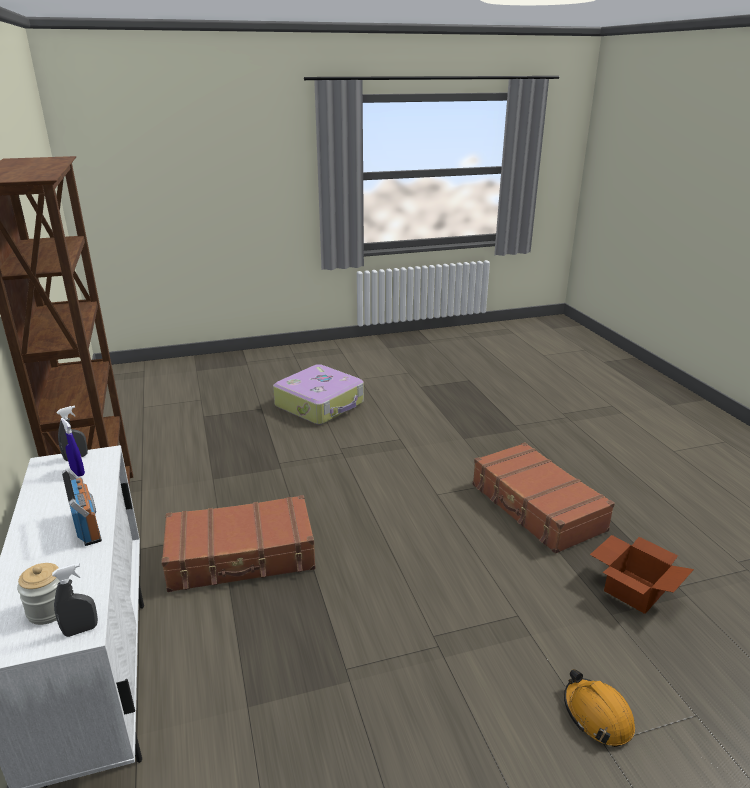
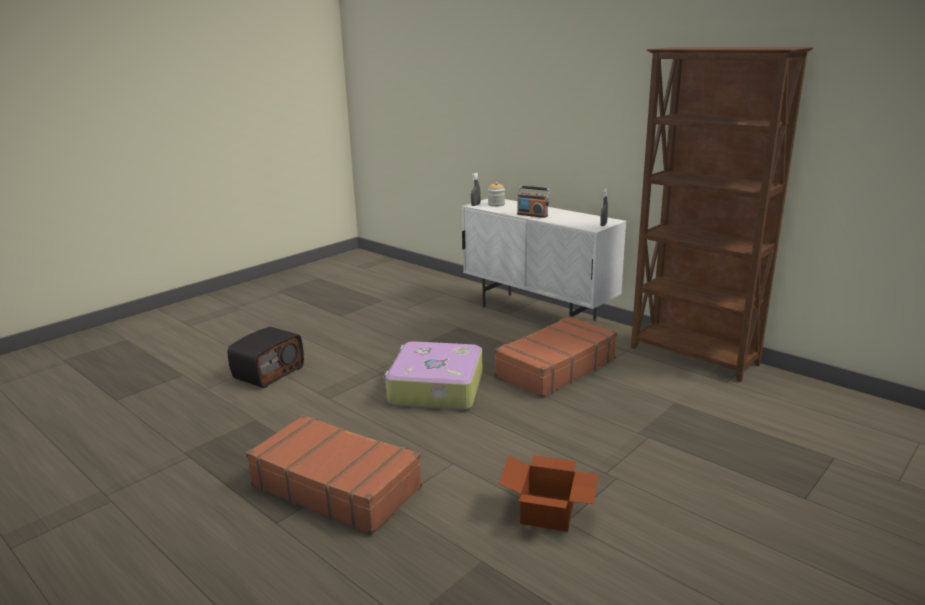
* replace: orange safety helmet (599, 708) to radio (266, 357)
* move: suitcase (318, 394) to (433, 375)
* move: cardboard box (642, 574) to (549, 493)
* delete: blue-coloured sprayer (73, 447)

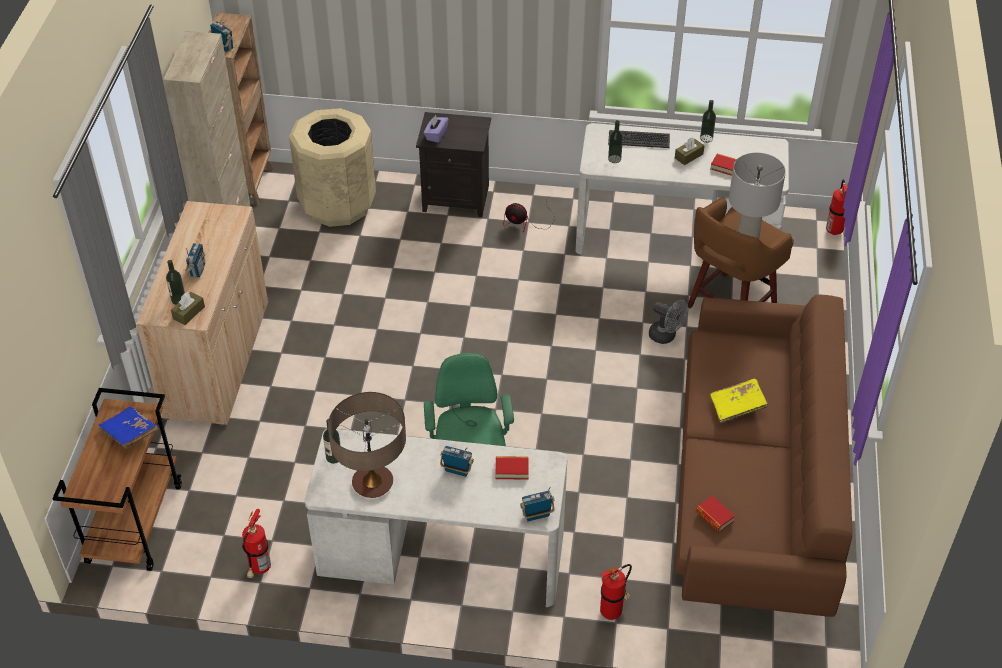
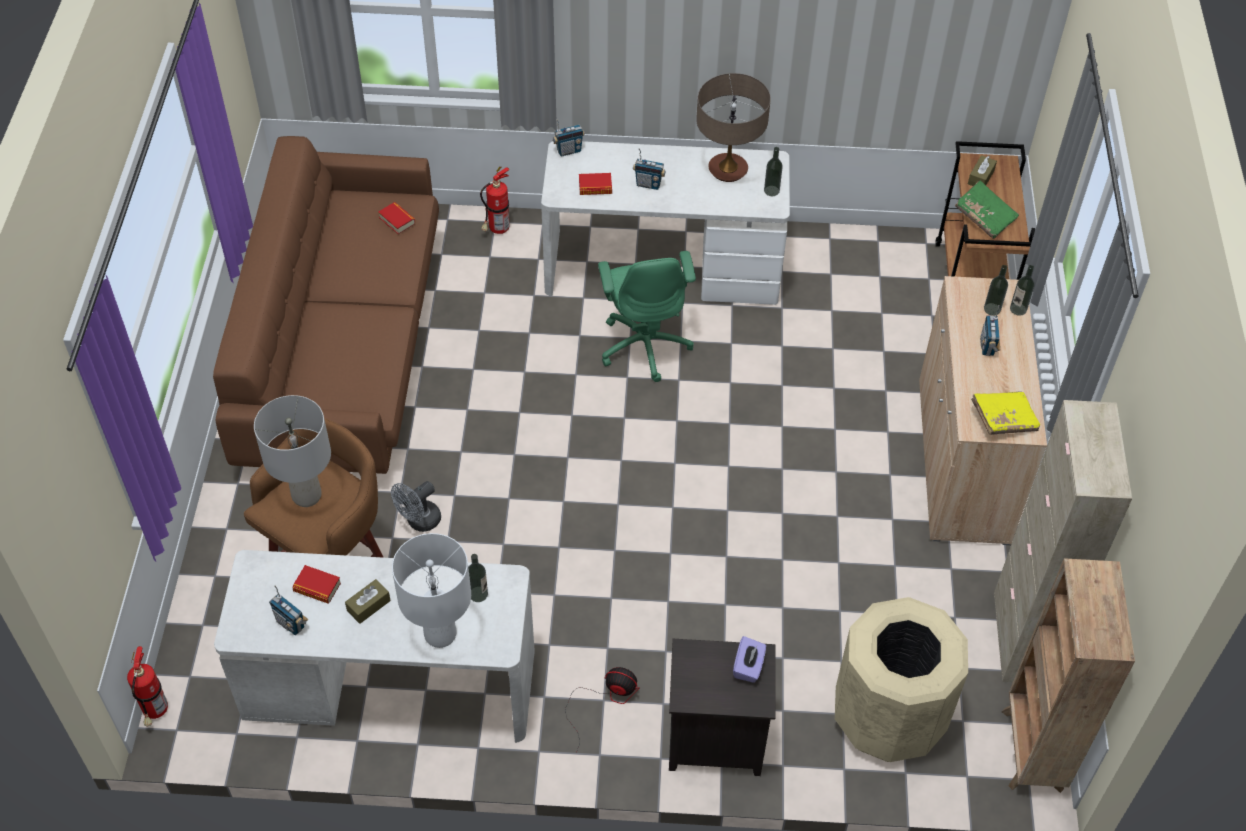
* move: radio (221, 36) to (288, 610)
* rotate: gray electric fan (668, 322) = (416, 506) 75 degrees counterclockwise
* replace: computer keyboard (639, 139) to white-coloured lamp for a table (431, 590)
* recolor: blue-coloured volume (128, 428) to green-coloured volume (987, 209)
* move: brown tissue box (188, 308) to (982, 170)
* move: yellowish volume (739, 401) to (1005, 413)
* move: drink bottle (708, 121) to (1022, 290)
* delete: fire extinguisher (256, 543)

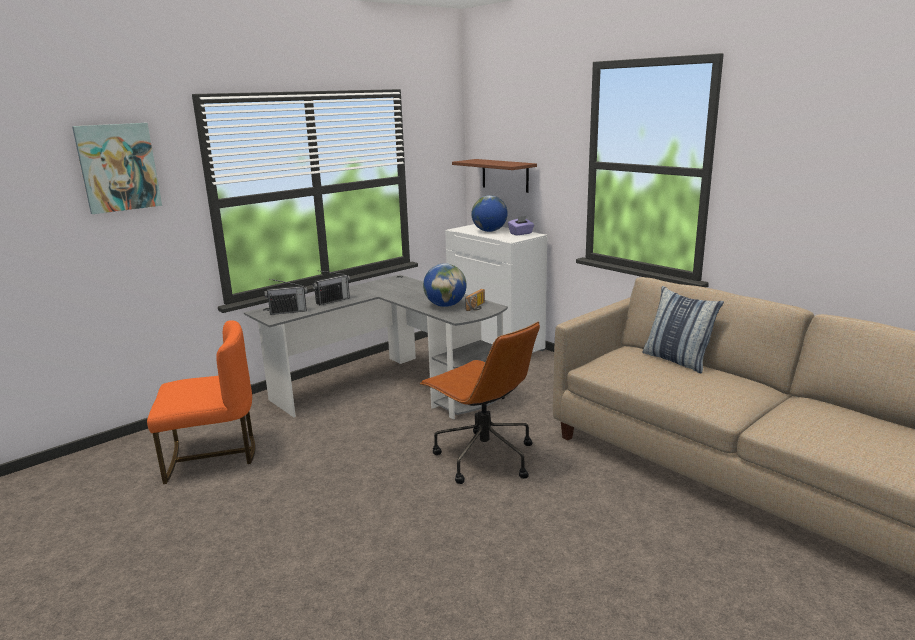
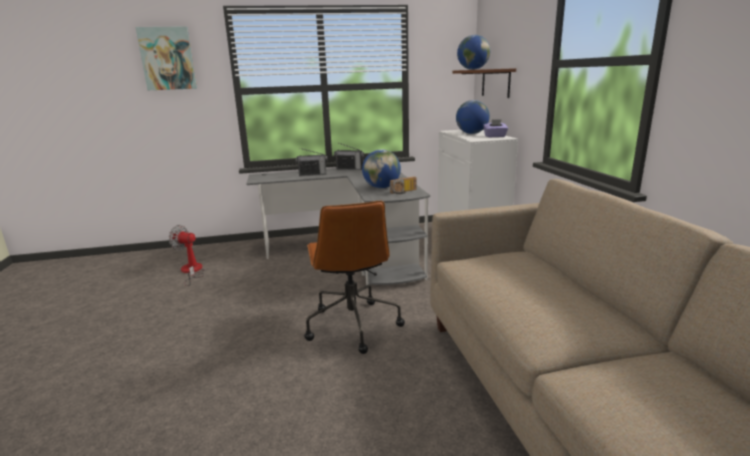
* replace: orange chair (201, 402) to electric fan (187, 255)
* move: radio (286, 297) to (349, 156)
* insert: globe (473, 52)
* delete: cushion (683, 330)

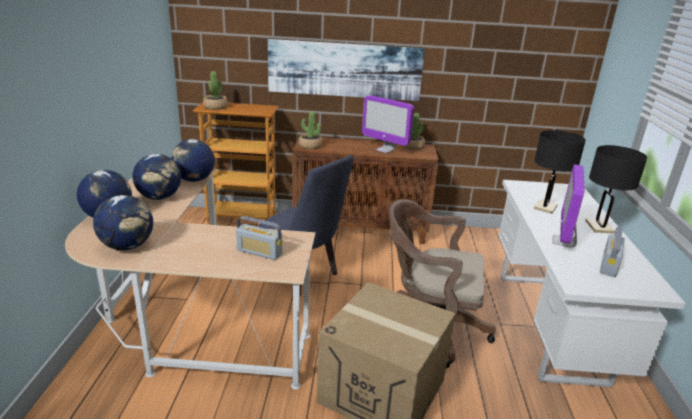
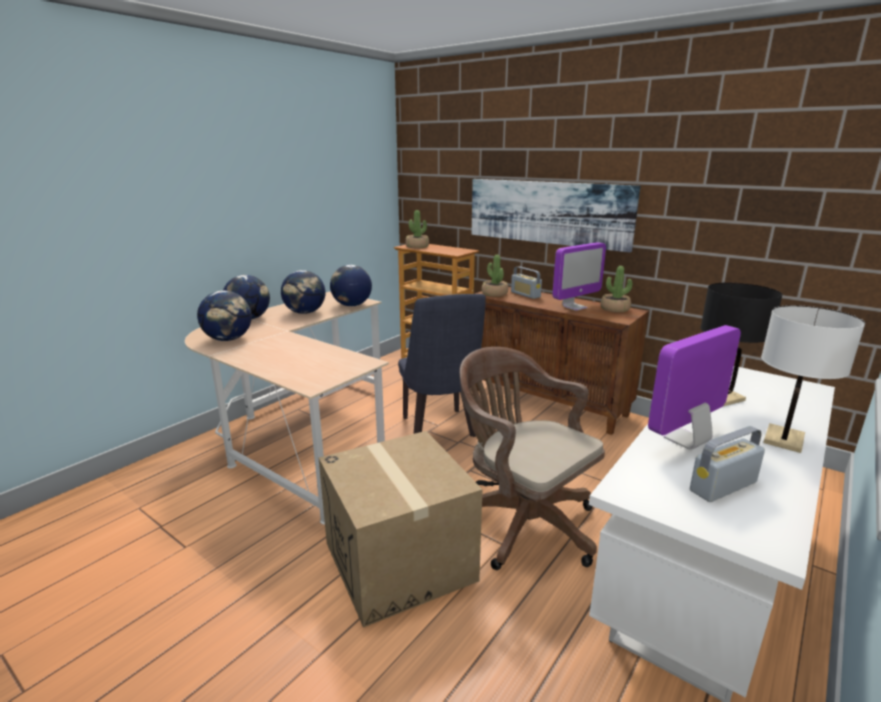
* move: radio (259, 238) to (526, 282)
* rotate: computer display (388, 124) = (579, 276) 105 degrees counterclockwise
* recolor: blackish lamp for a table (616, 189) to white-coloured lamp for a table (813, 379)

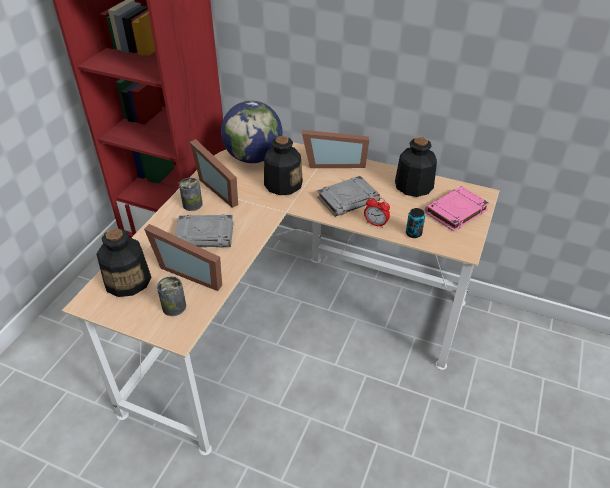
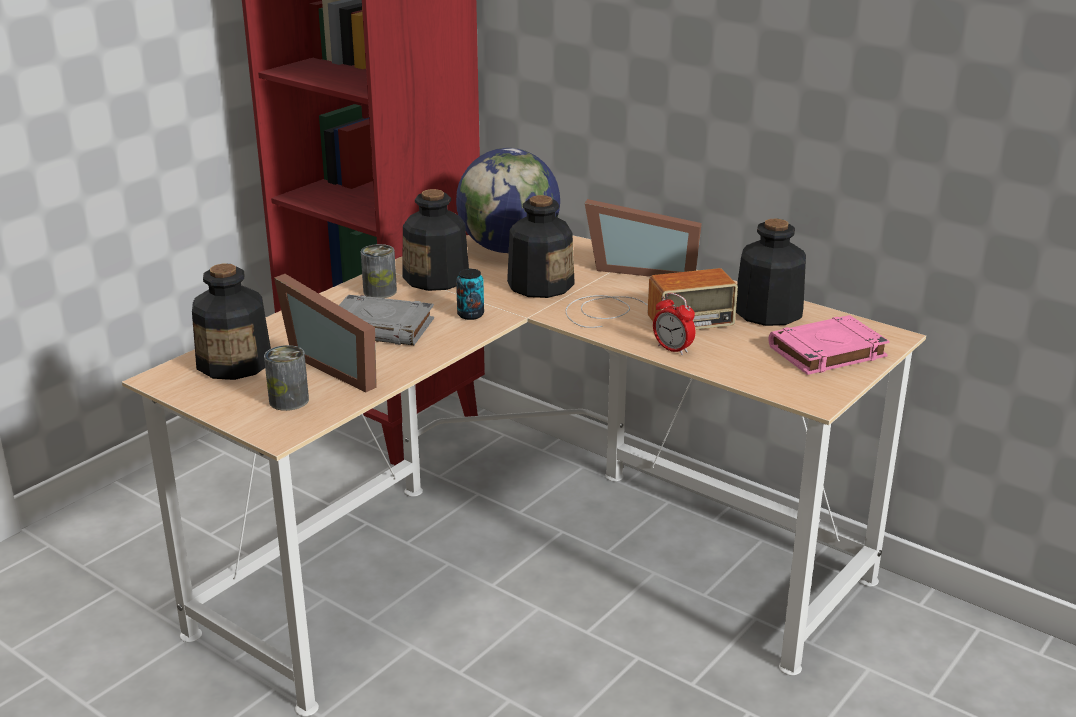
* replace: standing frame (214, 173) to drink bottle (435, 240)
* move: sealed can (415, 223) to (470, 294)
* replace: gray volume (348, 196) to radio (652, 299)

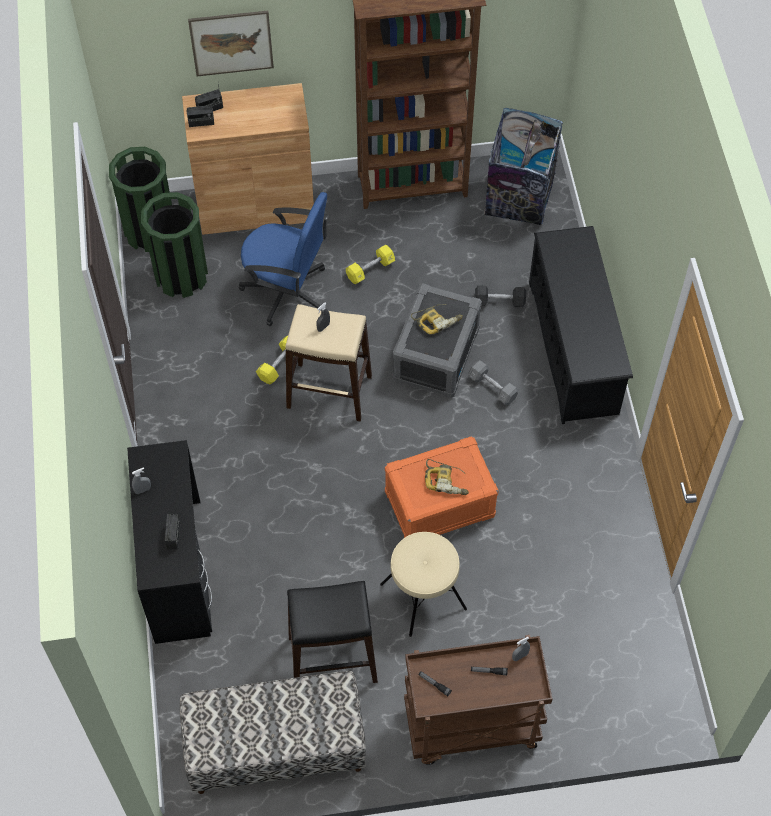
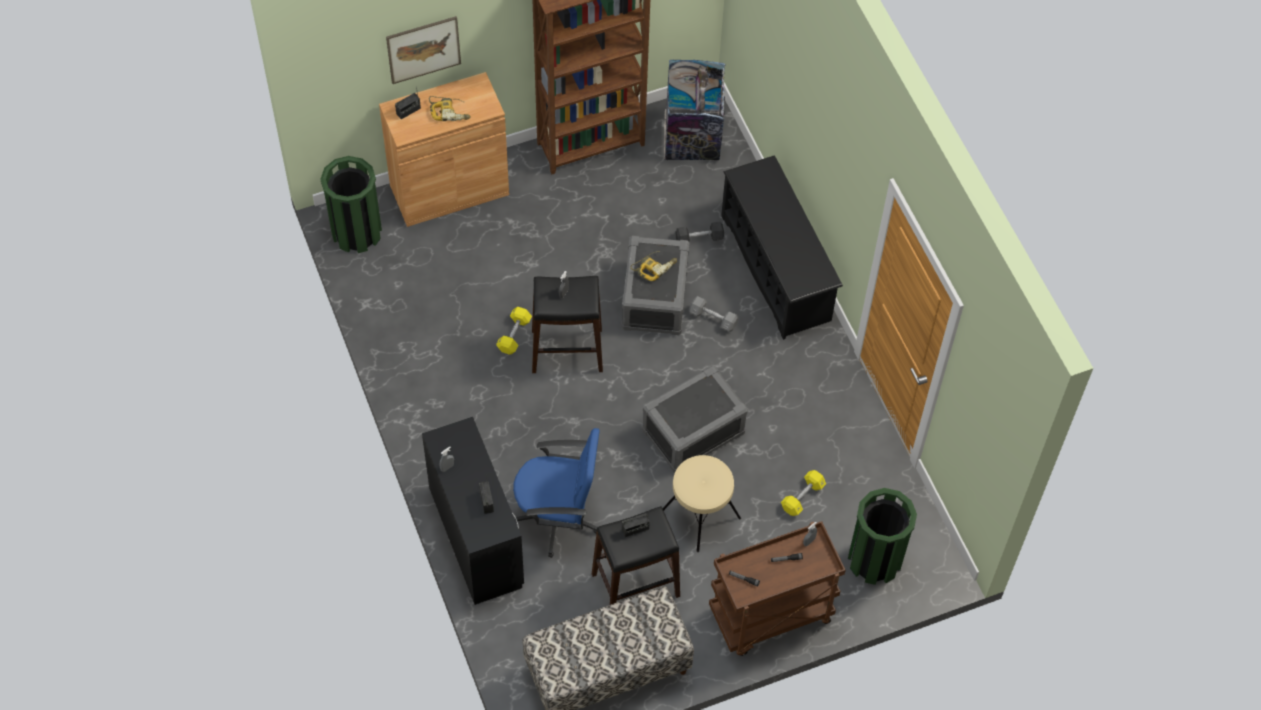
* move: drill (447, 477) to (450, 108)
* move: blue-coloured office chair (284, 259) to (556, 493)
* recolor: sand-coloured stool seat (328, 363) to blackish stool seat (567, 324)
* move: radio (200, 113) to (636, 525)
* recolor: orange storage container (442, 487) to gray storage container (695, 419)
* move: yellowish hand weight (370, 264) to (803, 493)
* move: green-coloured trash can (174, 245) to (882, 536)

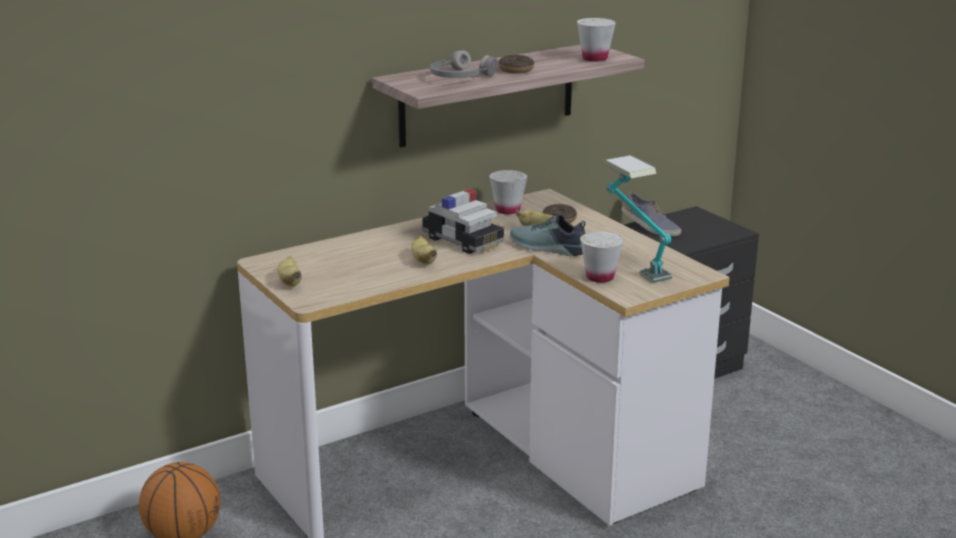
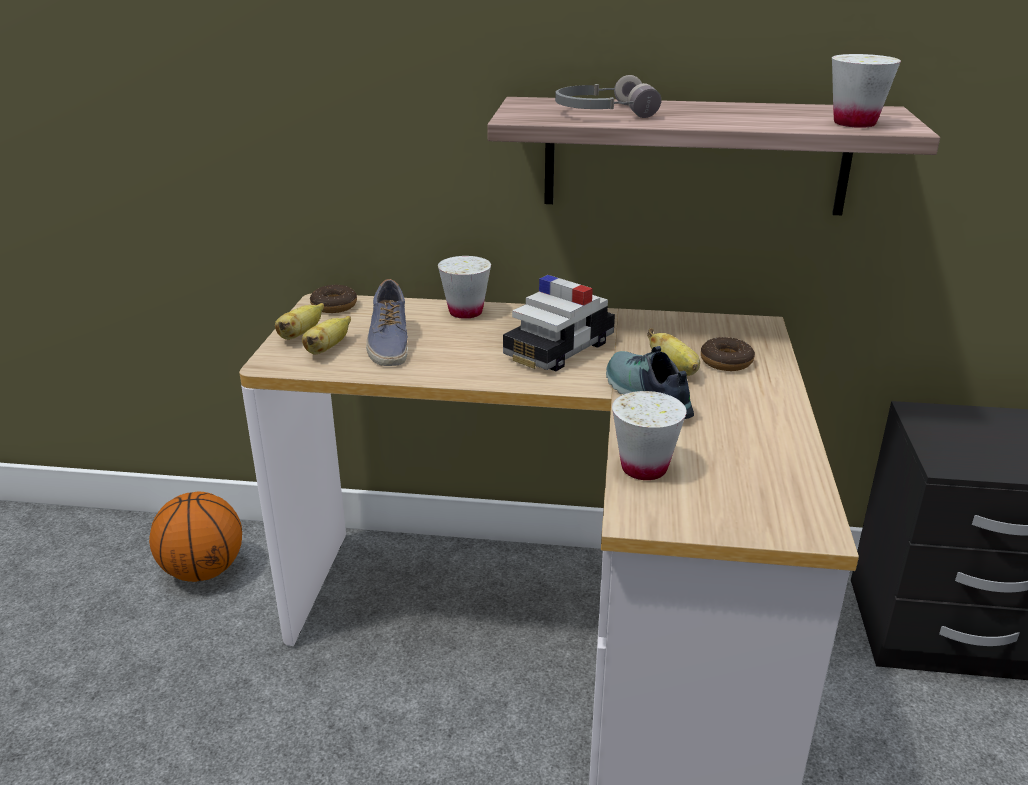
* move: banana (424, 250) to (326, 335)
* move: donut (516, 64) to (333, 298)
* move: low shoe (651, 214) to (387, 322)
* move: white-coloured cup (508, 192) to (464, 287)
* rotate: toy car (463, 221) = (559, 323) 45 degrees clockwise
* delete: lamp for a table (638, 219)

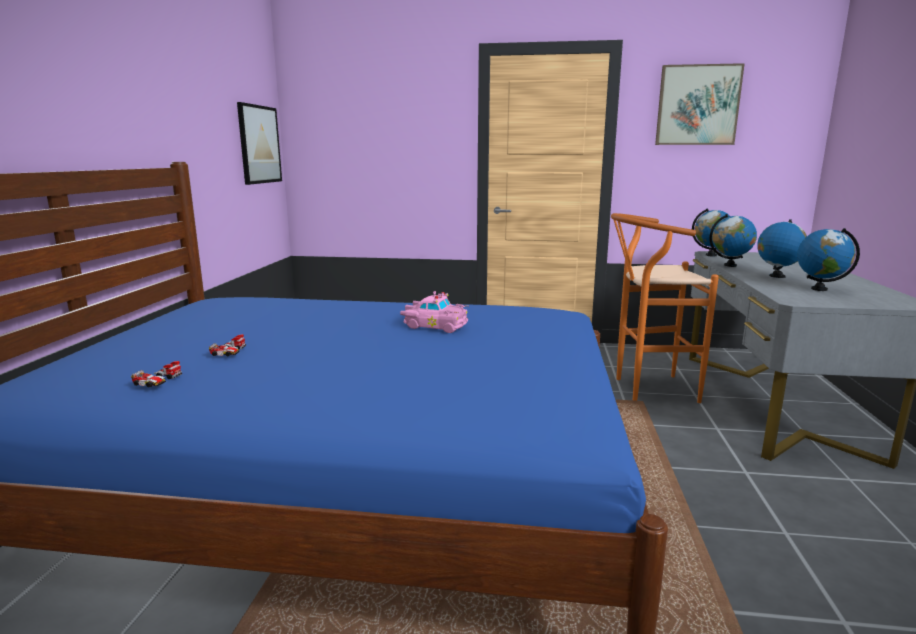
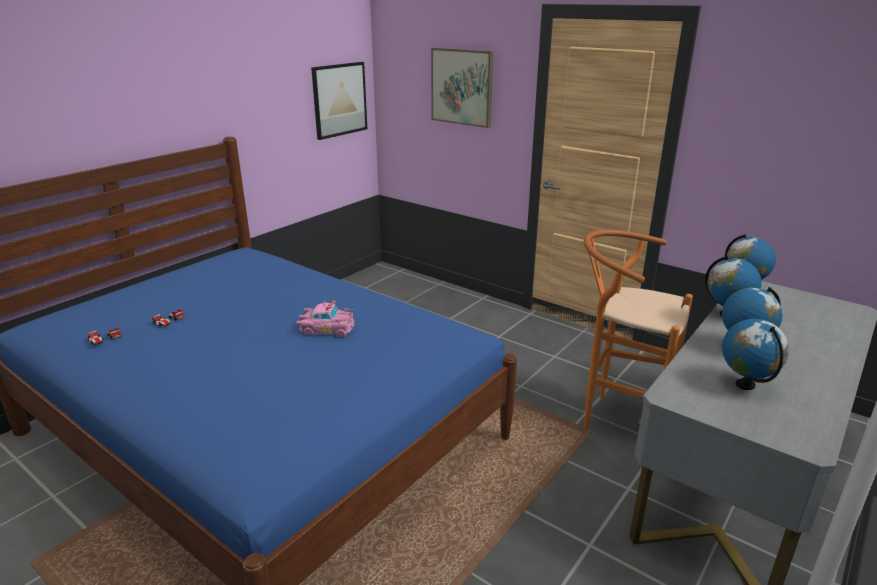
* rotate: pinkish toy car (434, 312) = (325, 318) 45 degrees counterclockwise
* move: wall art (700, 104) to (462, 88)

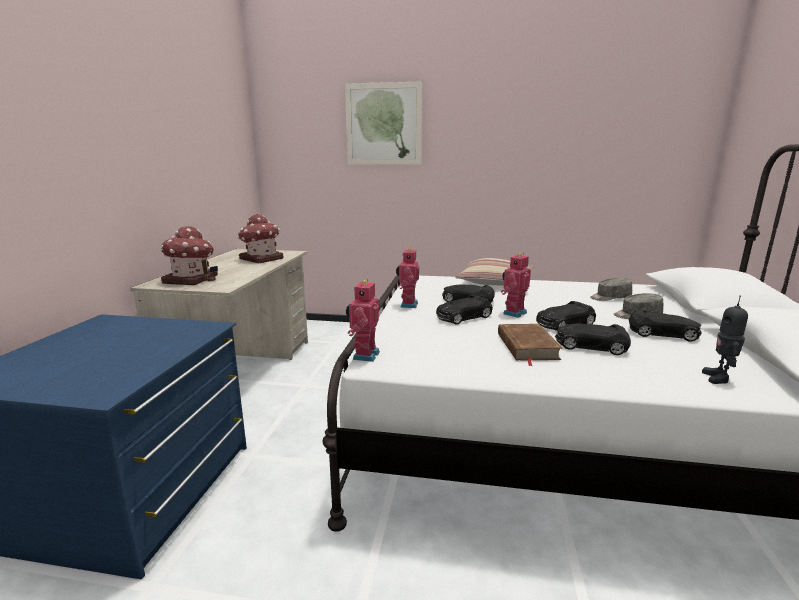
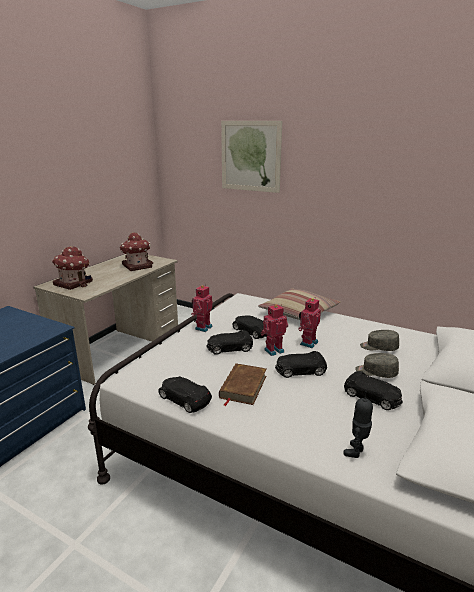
* move: blackish toy car (593, 339) to (185, 394)
* move: robot figure (363, 320) to (309, 322)

